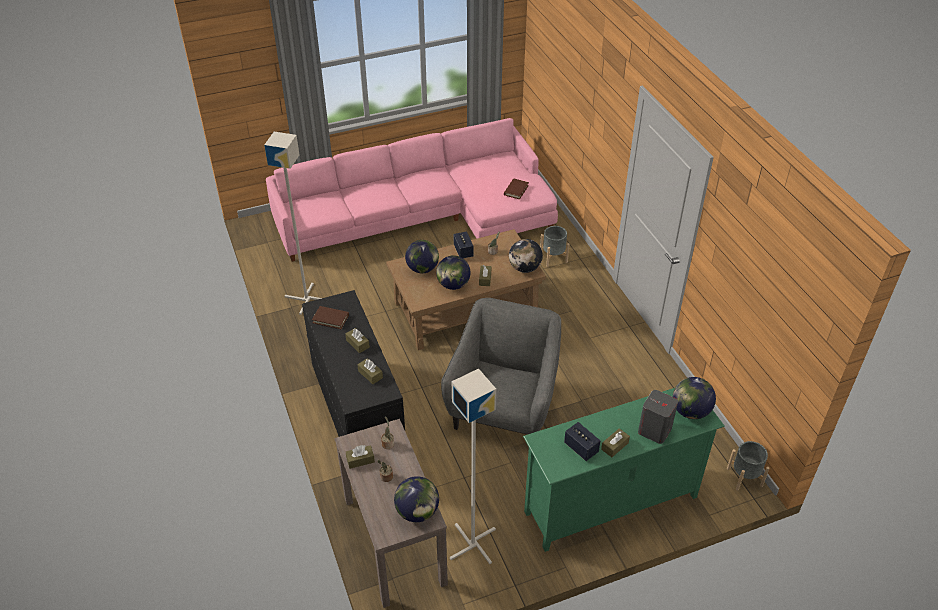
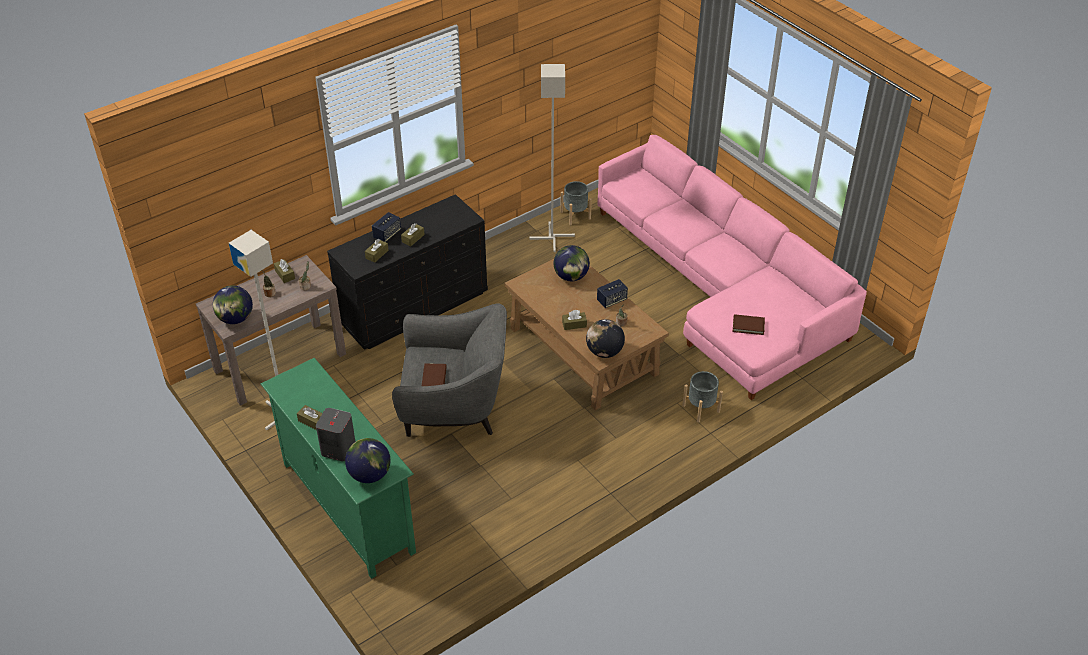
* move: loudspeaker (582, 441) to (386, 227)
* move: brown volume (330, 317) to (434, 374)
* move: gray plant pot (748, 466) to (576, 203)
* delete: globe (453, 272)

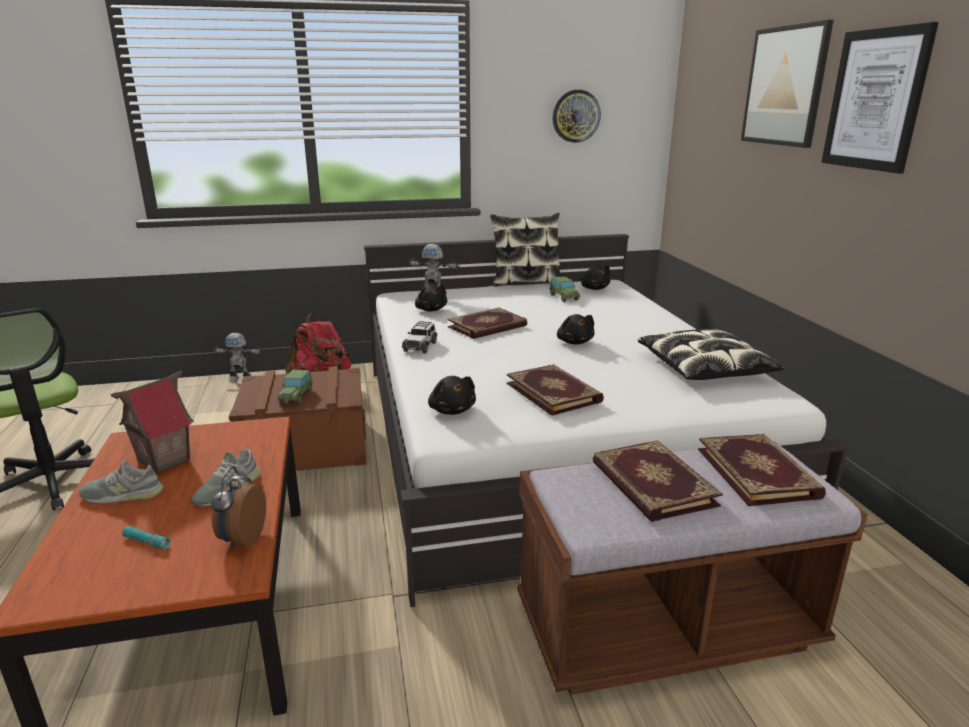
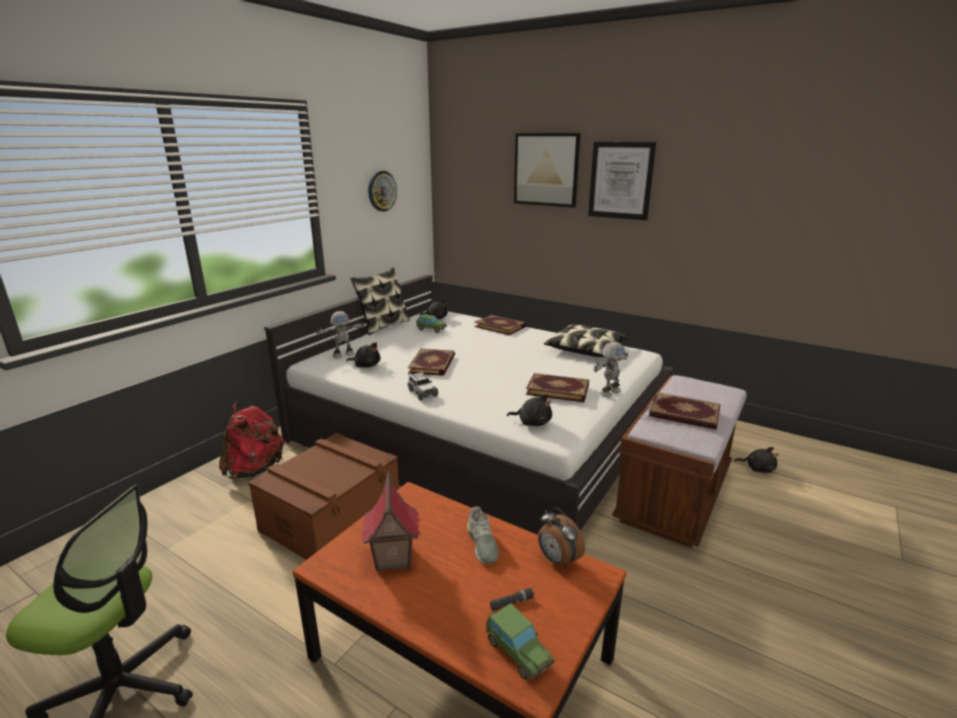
* move: volume (762, 470) to (500, 325)
* move: toy car (295, 387) to (520, 641)
* recolor: blue-green flashlight (146, 538) to blackish flashlight (512, 599)
* move: robot figure (238, 357) to (611, 369)
* move: blackish plush toy (576, 329) to (756, 460)
* delete: gray low shoe (121, 482)

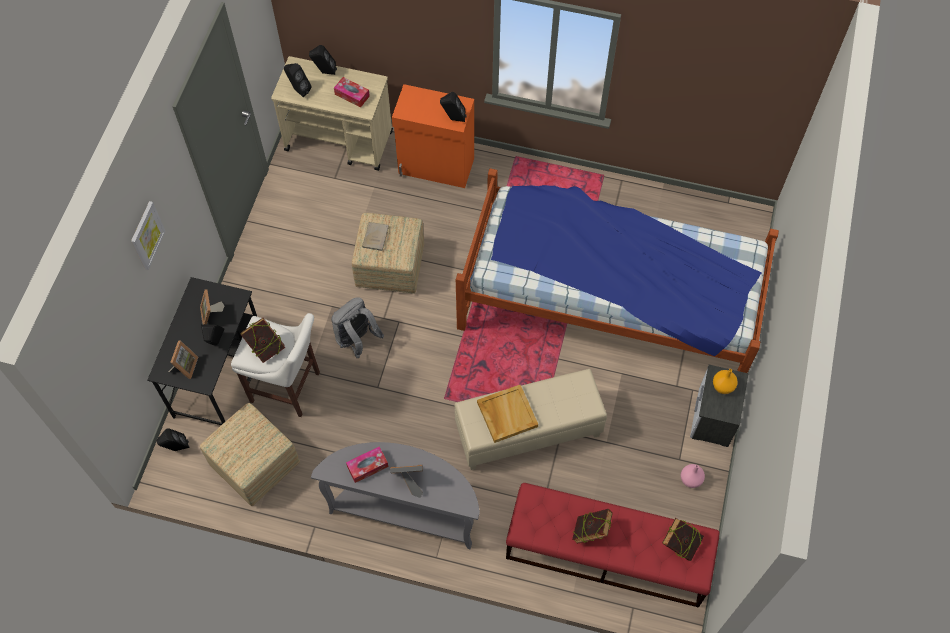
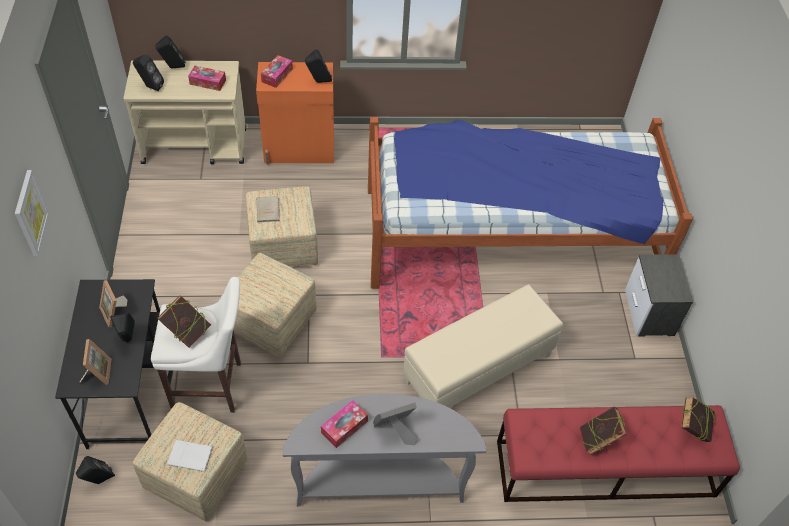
* insert: white-coloured volume (190, 455)
* replace: gray backpack (357, 327) to pouffe (269, 305)
* insert: tissue box (277, 71)
* delete: sand-coloured tray (507, 414)
* delete: pinkish vase (693, 476)
* delete: orange vase (725, 381)

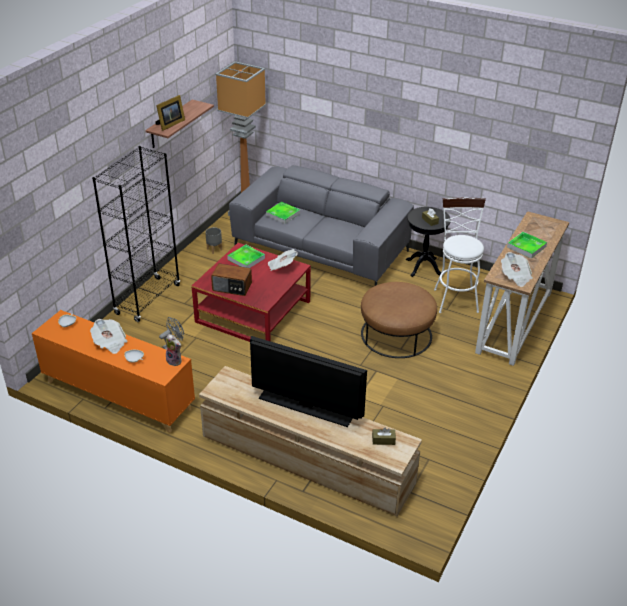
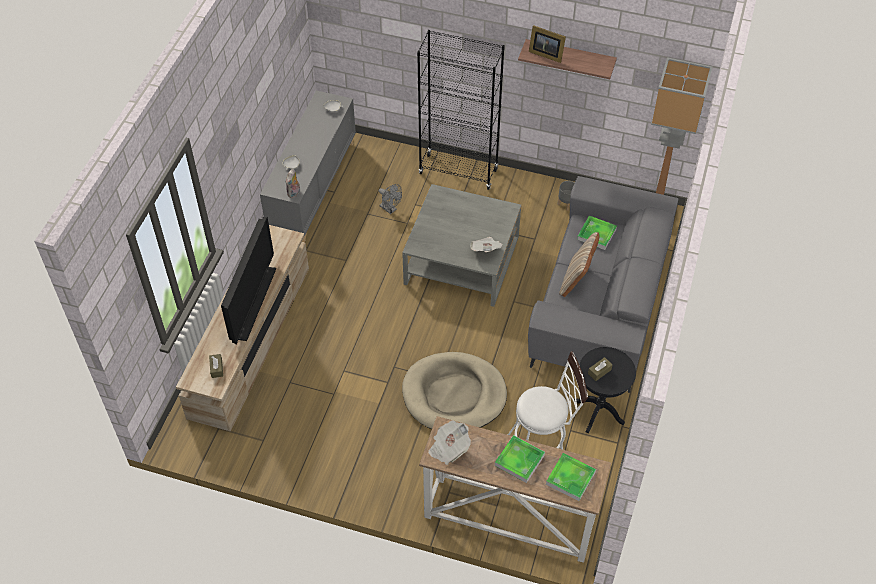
* recolor: orange cabinet (113, 371) to gray cabinet (308, 166)
* recolor: reddish low table (251, 292) to gray low table (461, 245)
* replace: brown pouffe (399, 320) to sand-coloured dog cushion (454, 390)
* move: tray (246, 256) to (571, 477)
* insert: sand-coloured cushion (579, 264)
* delete: daily paper (108, 336)
* delete: radio (231, 279)

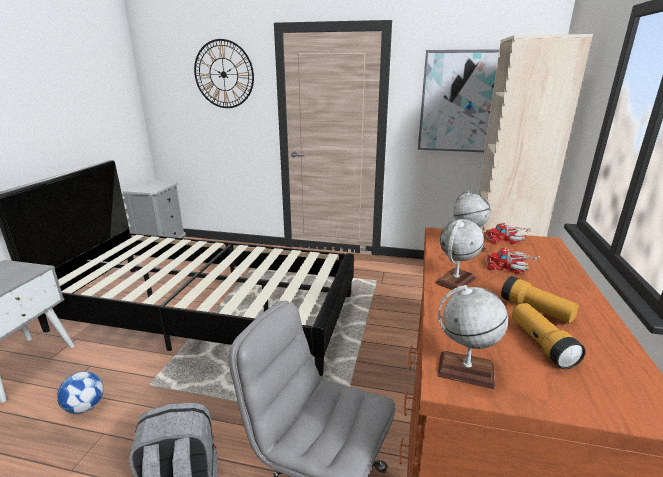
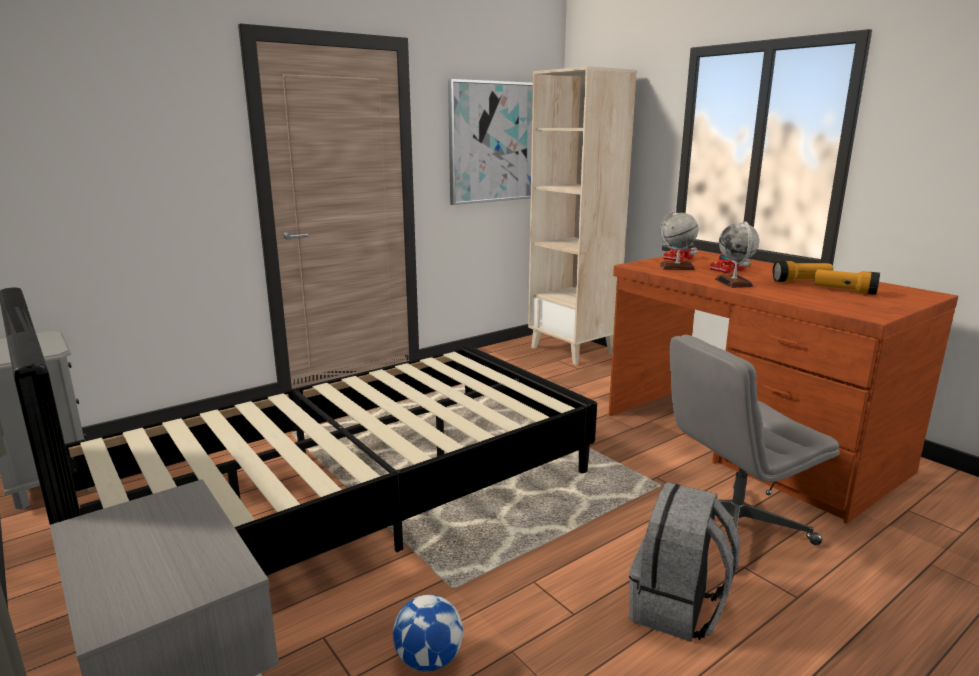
* delete: wall clock (224, 73)
* delete: globe (472, 337)

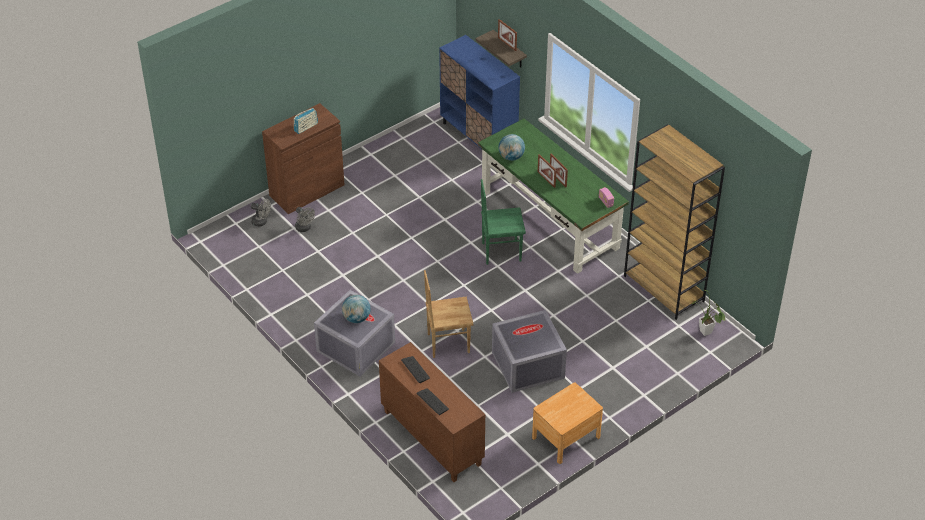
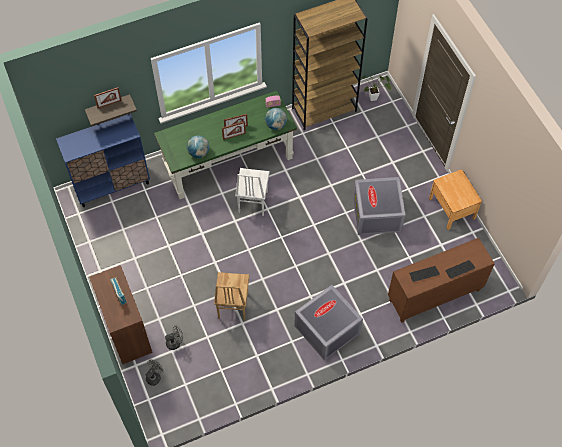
* move: brown chair (449, 314) to (231, 296)
* recolor: green-coloured chair (503, 222) to white-coloured chair (252, 192)
* move: globe (356, 309) to (276, 119)

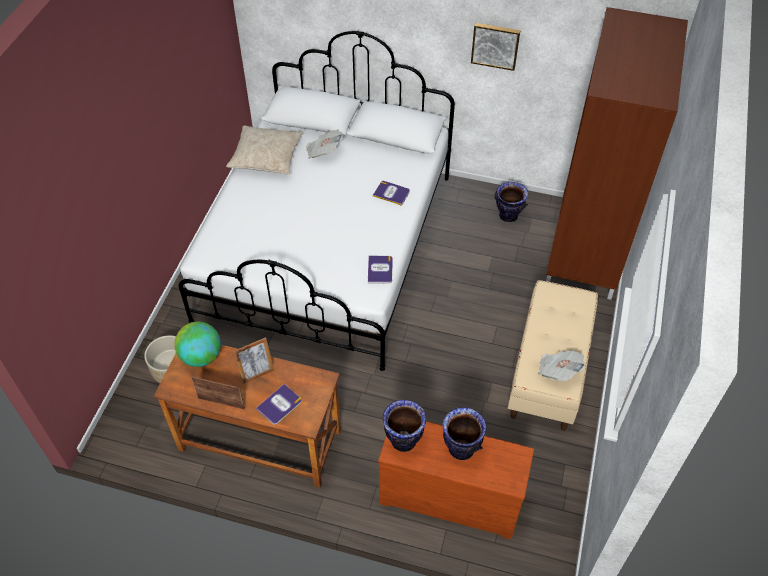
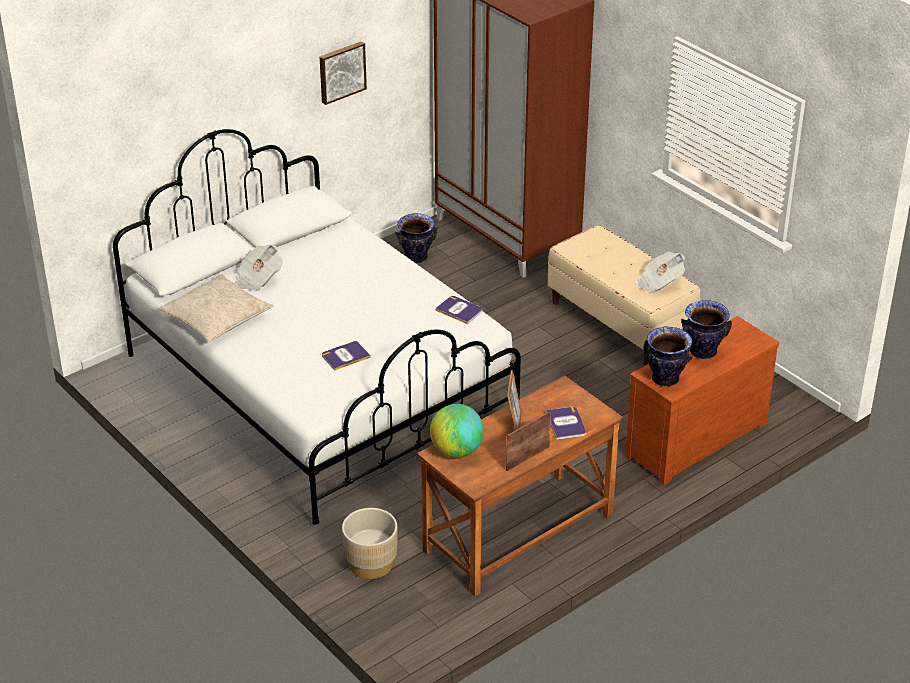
* move: volume (391, 193) to (346, 356)

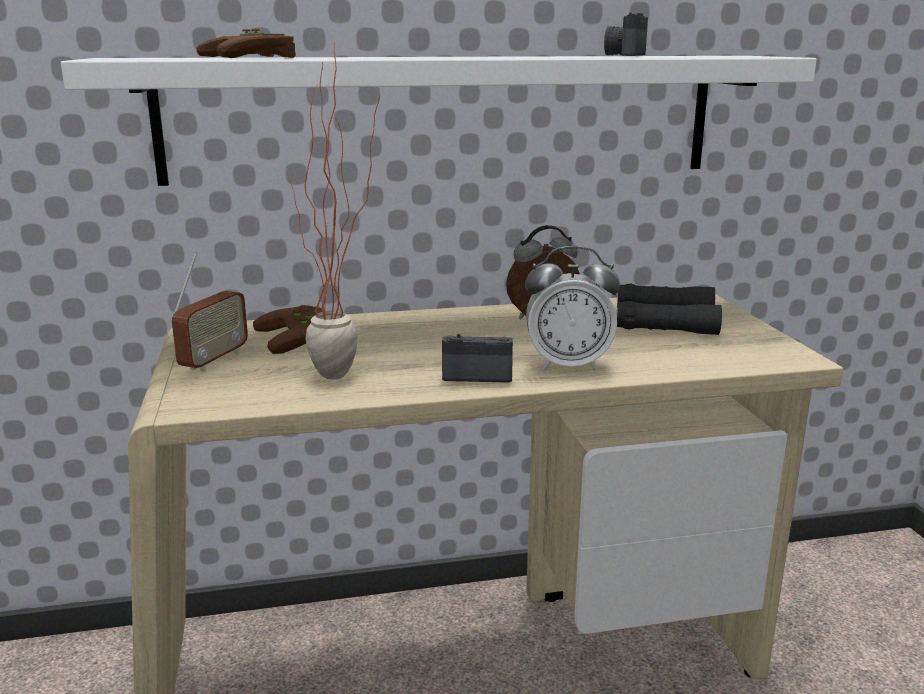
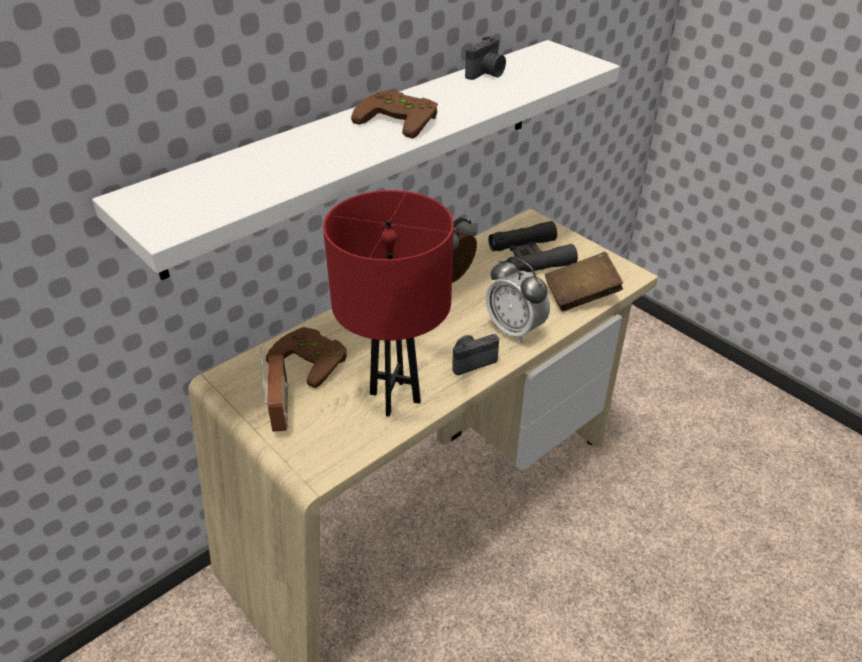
* replace: houseplant (334, 211) to reddish lamp for a table (388, 303)
* move: brown gamepad (246, 43) to (394, 115)
* rotate: photo camera (626, 34) = (485, 58) 135 degrees counterclockwise
* rotate: table clock (572, 308) = (518, 300) 75 degrees clockwise
* insert: brown volume (584, 281)

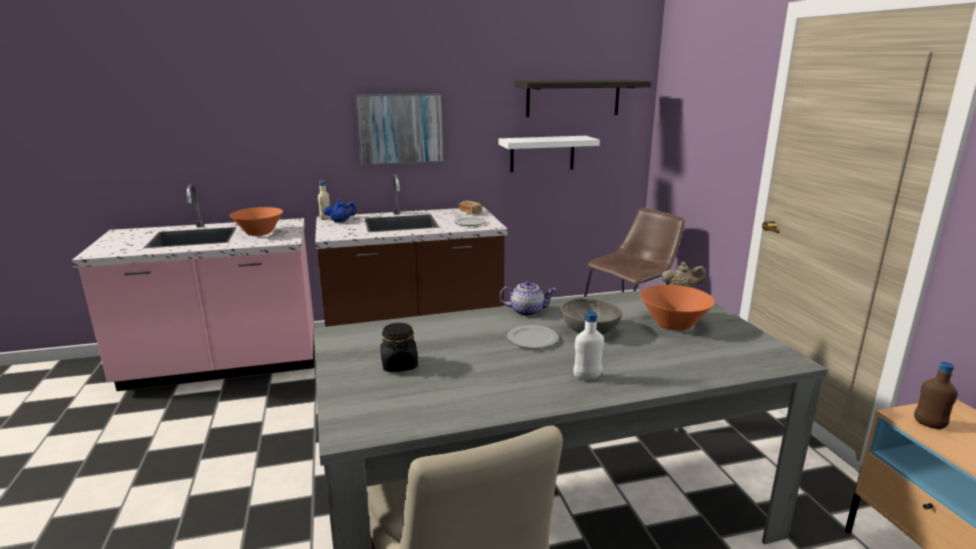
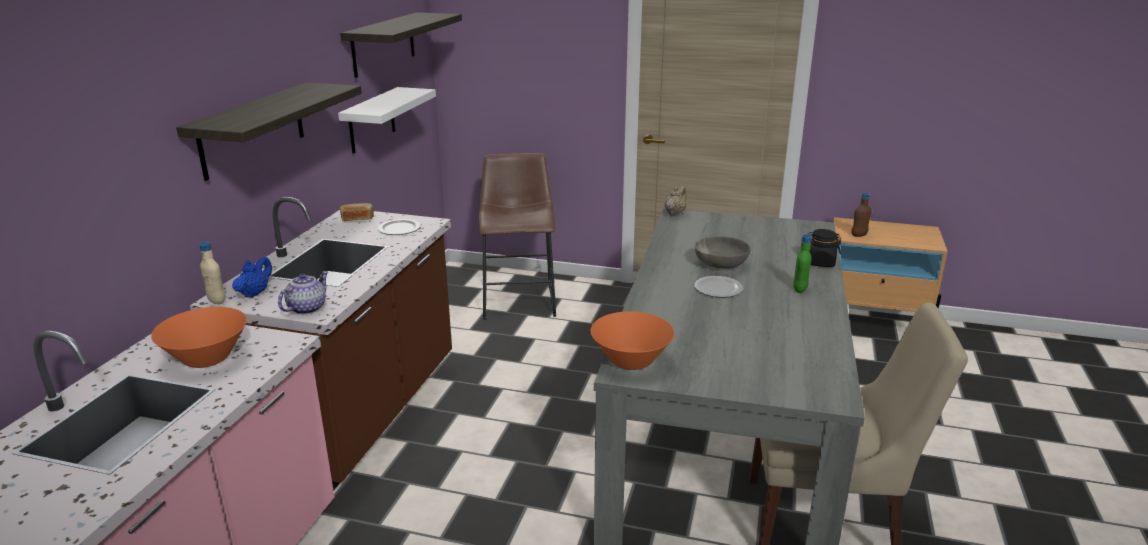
* replace: wall art (399, 129) to wall shelf (269, 131)
* move: teapot (528, 298) to (303, 292)
* move: orange bowl (677, 308) to (633, 340)
* recolor: white-coloured drink bottle (589, 345) to green-coloured drink bottle (802, 263)
* move: blackish storage jar (399, 347) to (825, 248)

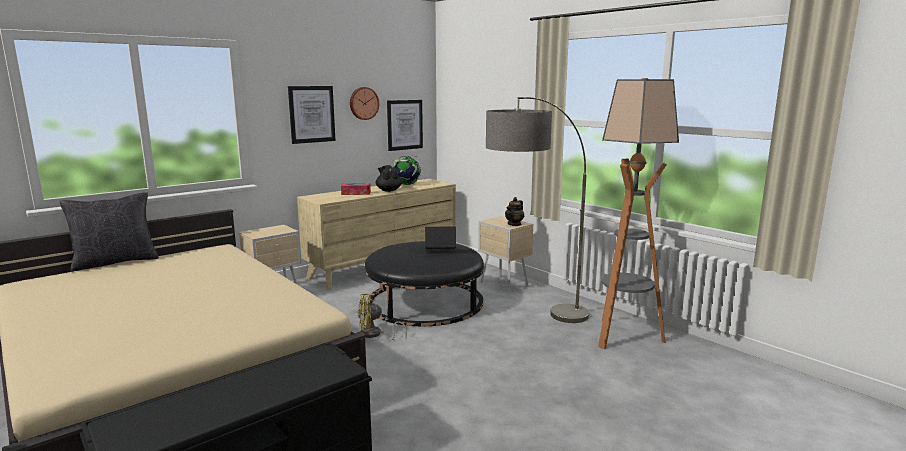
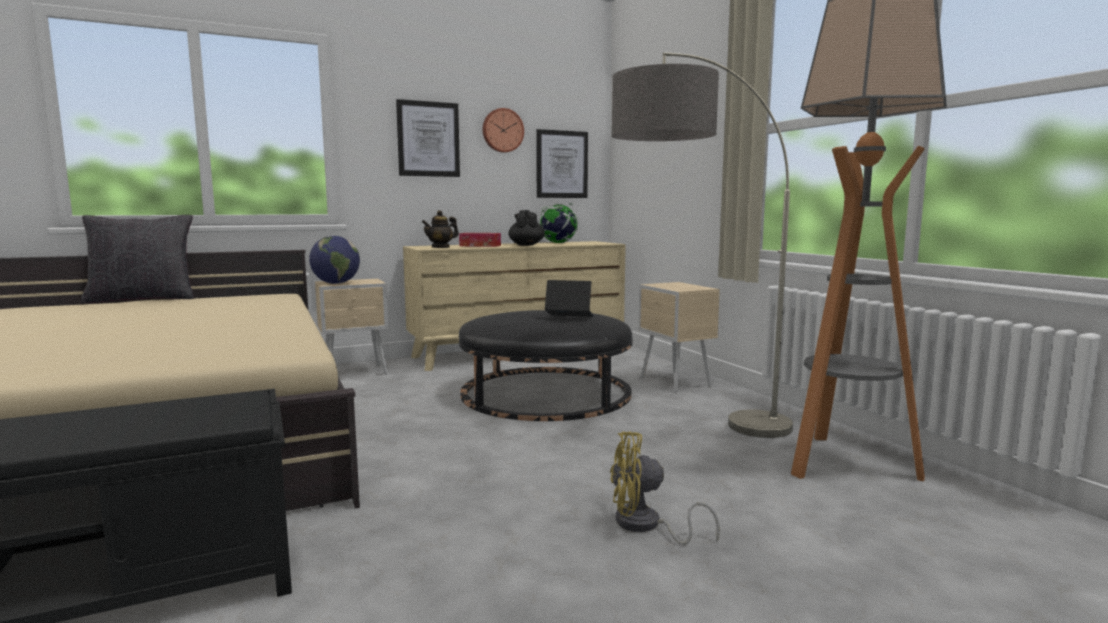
* insert: globe (334, 260)
* move: teapot (514, 211) to (440, 229)
* move: yellowish electric fan (382, 317) to (665, 488)

